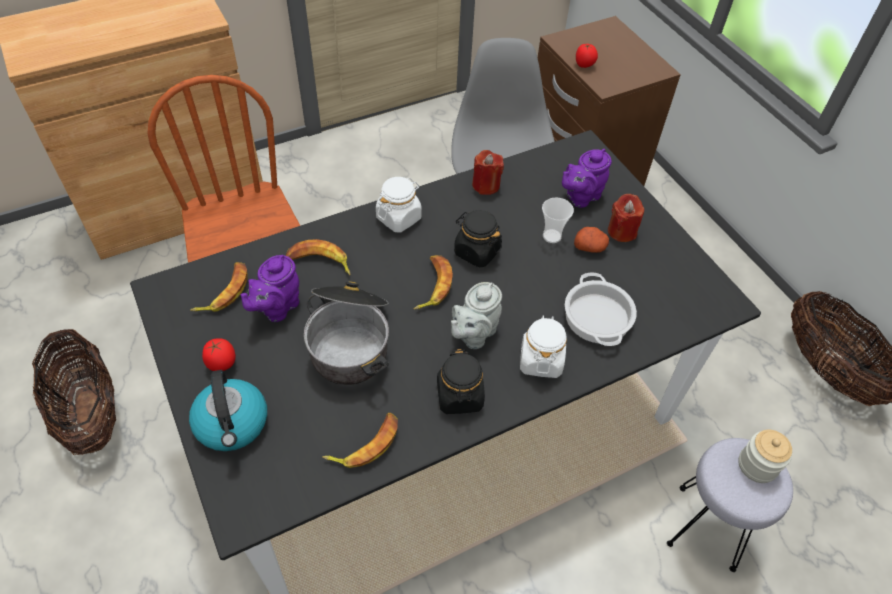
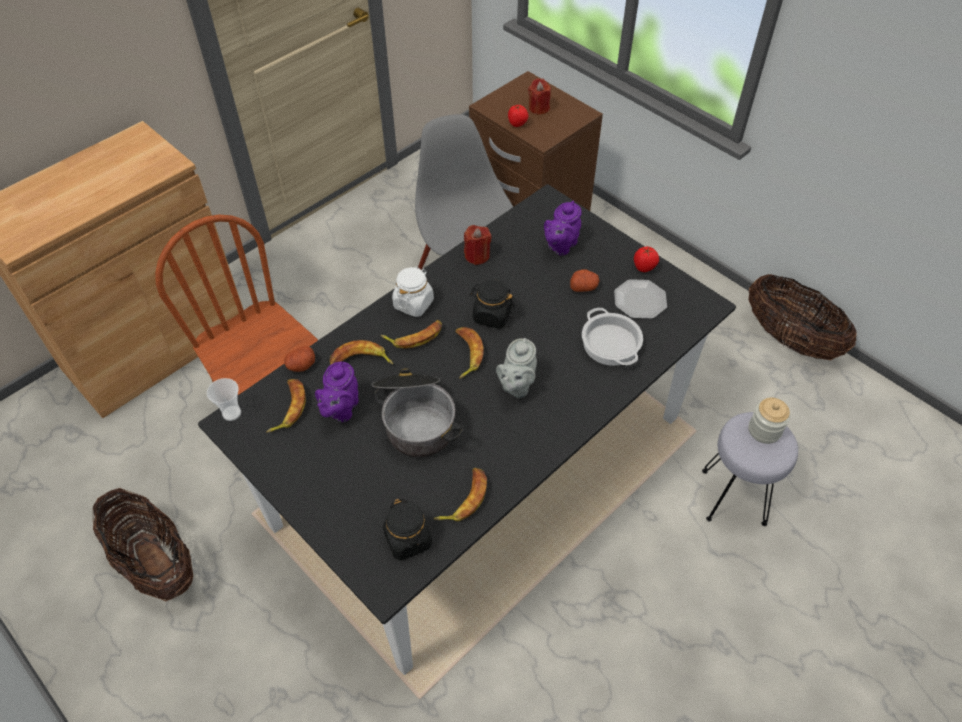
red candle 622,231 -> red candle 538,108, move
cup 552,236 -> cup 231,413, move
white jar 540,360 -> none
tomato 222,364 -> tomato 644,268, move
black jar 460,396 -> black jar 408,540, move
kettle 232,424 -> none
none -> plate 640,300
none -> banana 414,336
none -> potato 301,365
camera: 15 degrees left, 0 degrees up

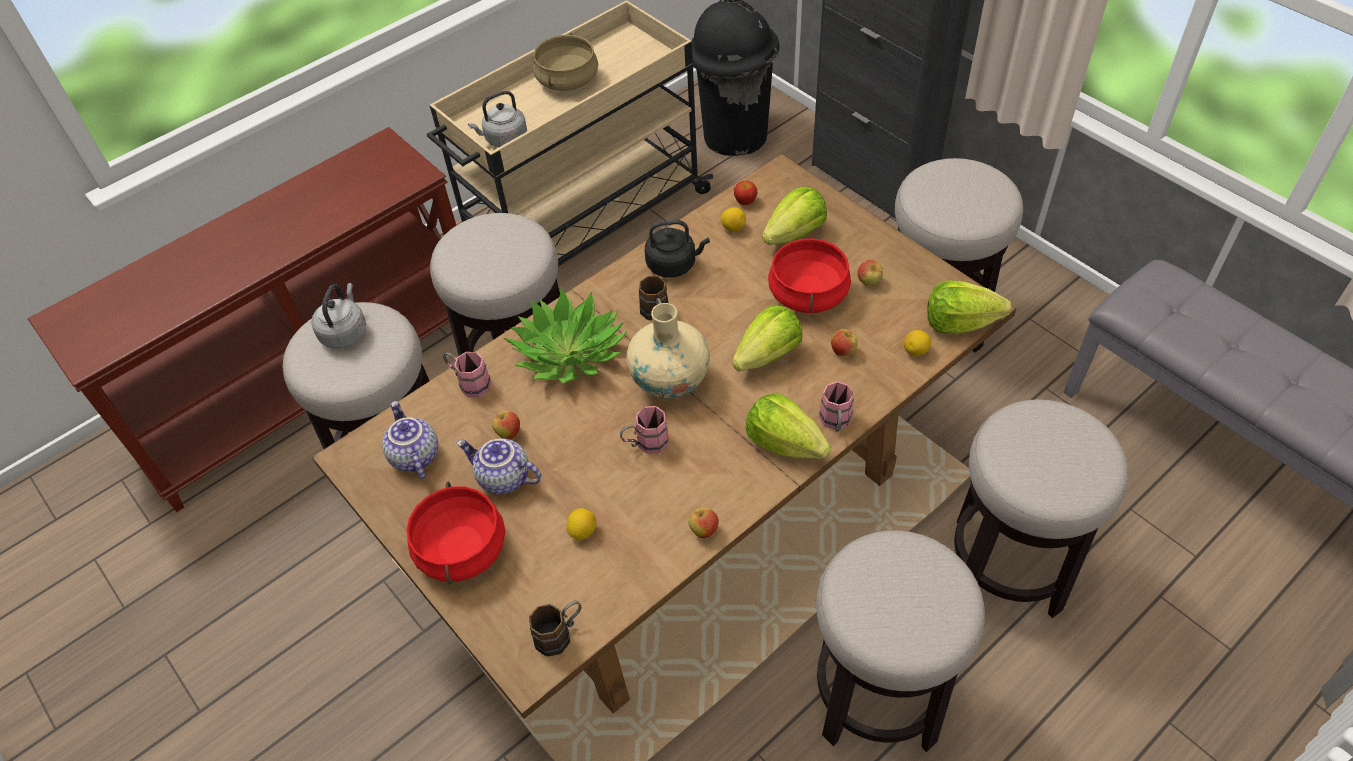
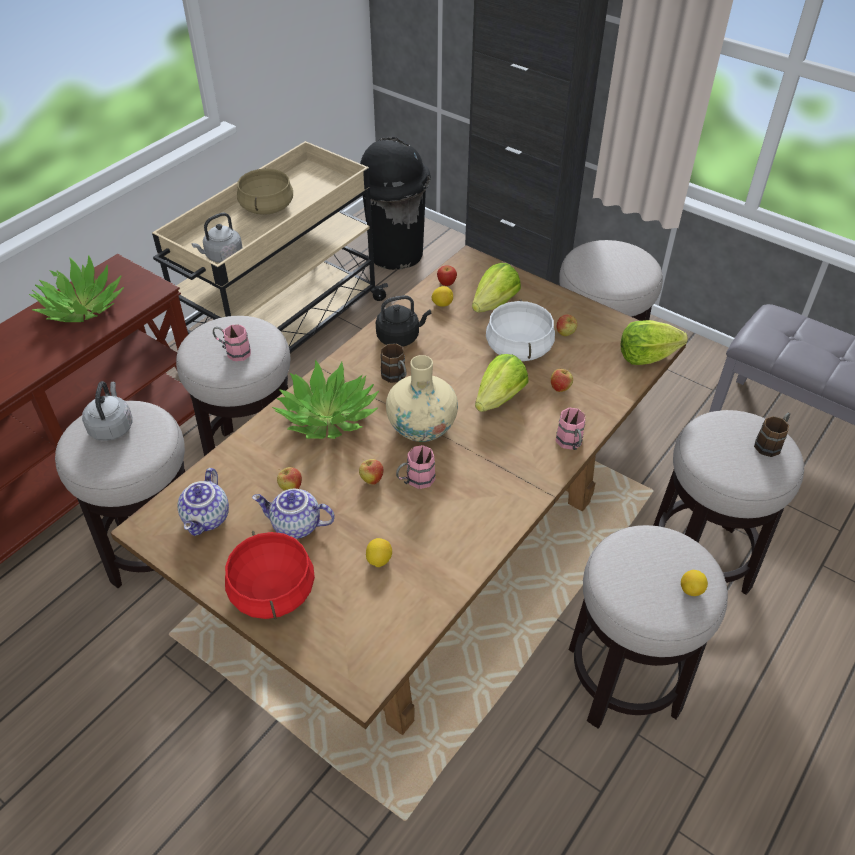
red cooking pot 809,294 -> white cooking pot 519,348
lemon 916,351 -> lemon 691,590, move
pink mug 469,383 -> pink mug 233,352, move
lettuce 784,443 -> none
teapot 413,456 -> teapot 207,518, 135 degrees counterclockwise
apple 703,530 -> apple 371,479, move
brown mug 560,634 -> brown mug 771,443, move
none -> potted plant 82,307
camera: 15 degrees left, 5 degrees down

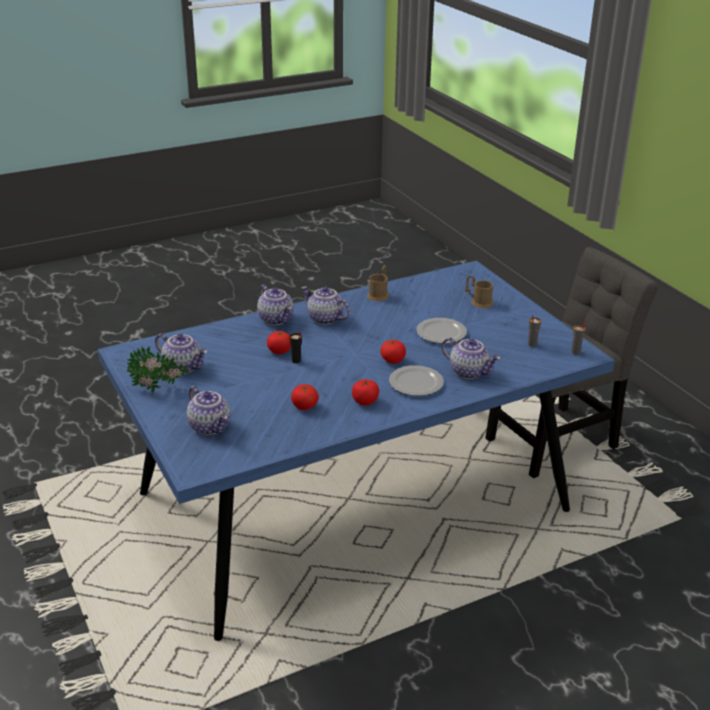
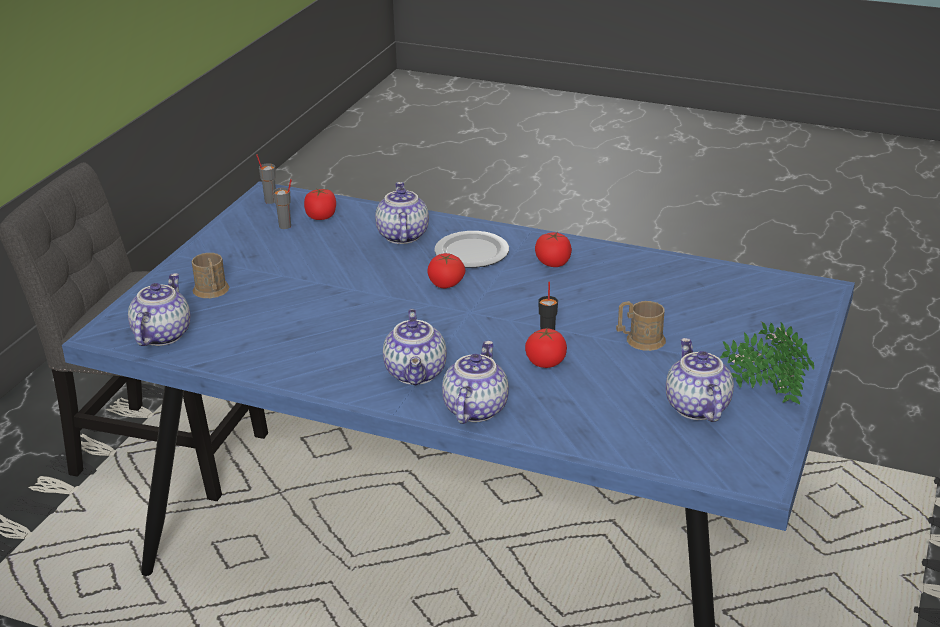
brown mug 379,294 -> brown mug 640,340, move
plate 440,332 -> none
tomato 304,406 -> tomato 321,216, move
teapot 211,427 -> teapot 161,335, move
camera: 130 degrees left, 0 degrees up

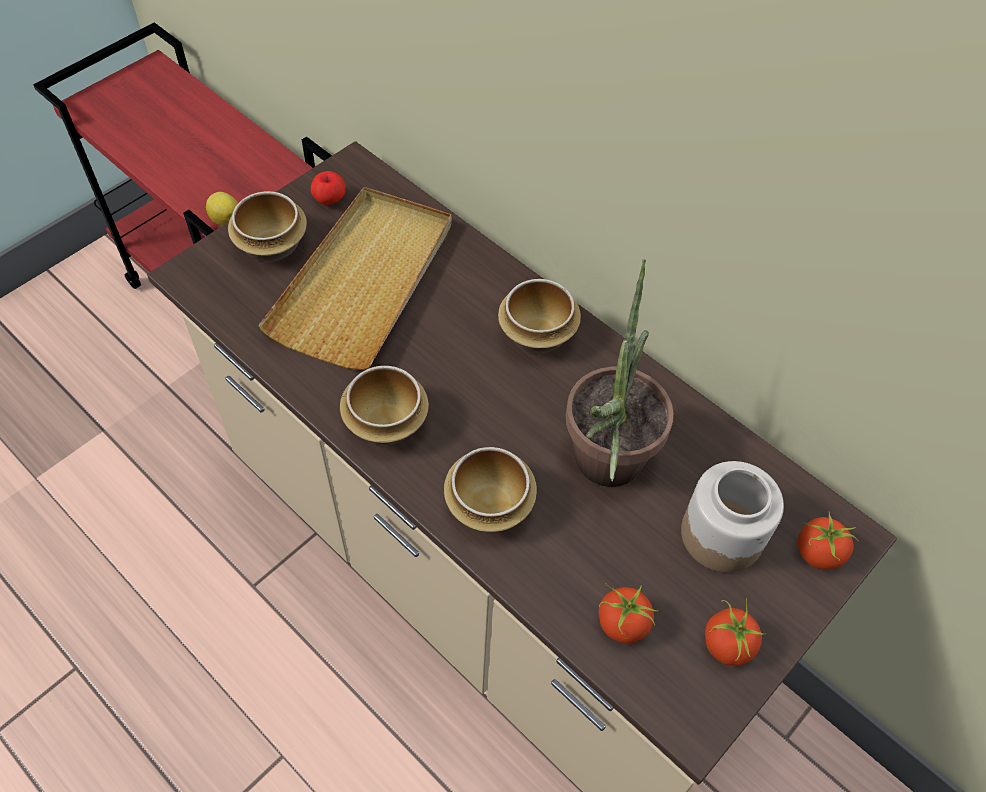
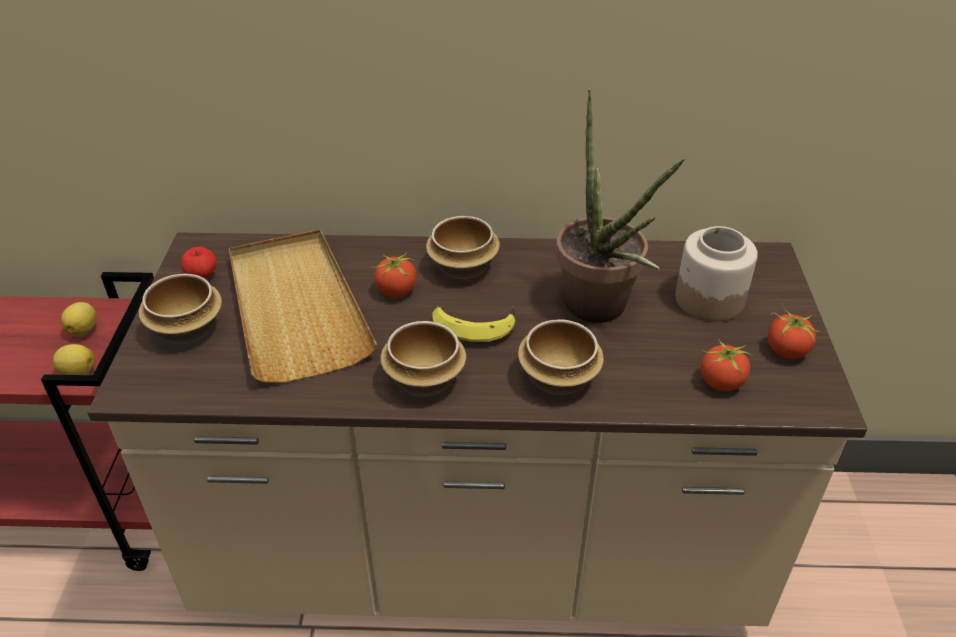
tomato 817,553 -> tomato 396,292, move
none -> lemon 84,330
none -> banana 474,325
camera: 40 degrees left, 15 degrees down

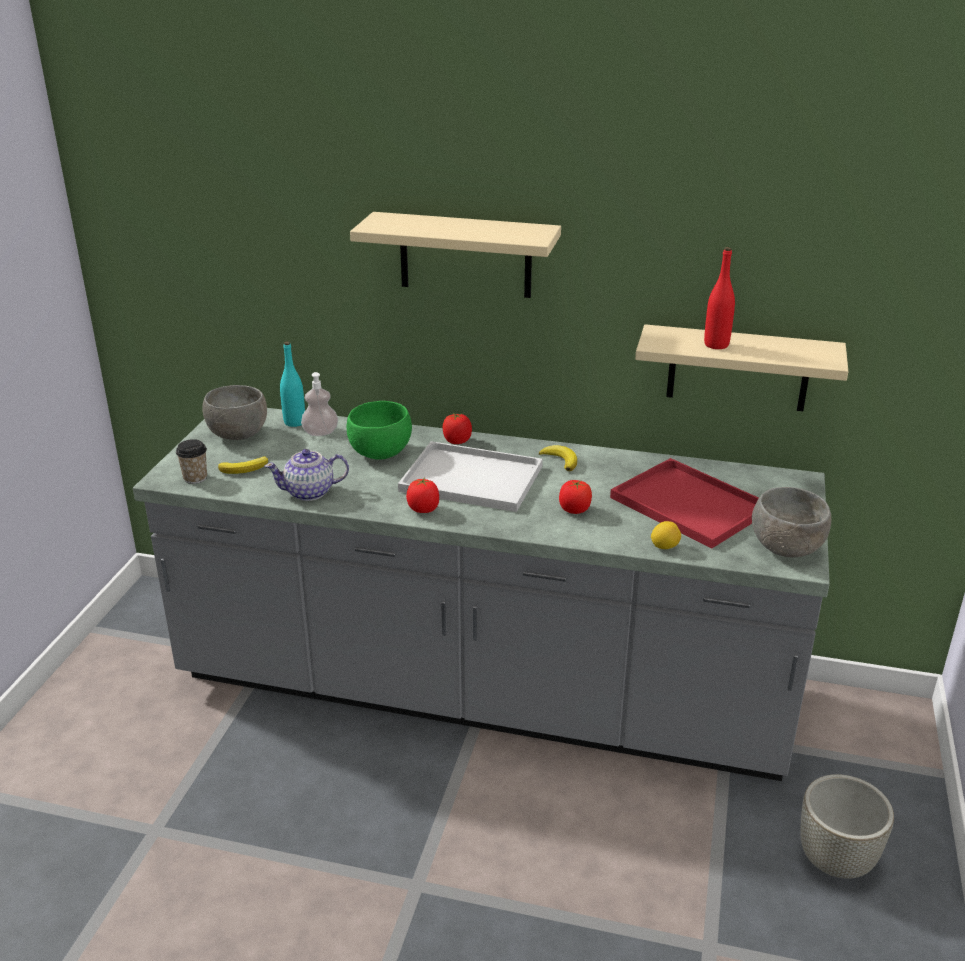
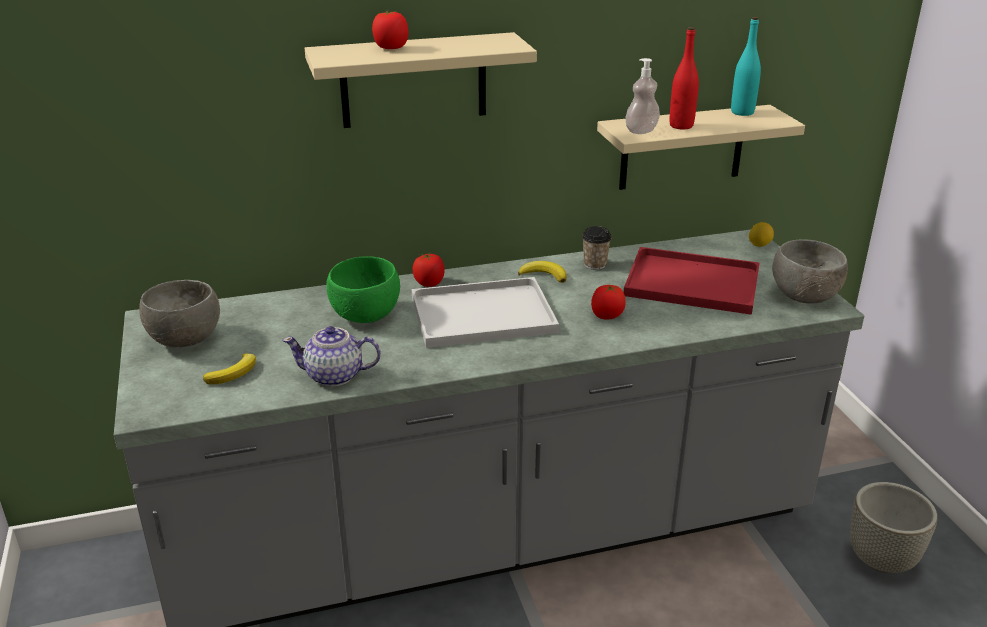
turquoise bottle 294,422 -> turquoise bottle 742,112, move
soap dispenser 320,433 -> soap dispenser 641,131, move
cup 195,478 -> cup 595,264, move
teapot 310,492 -> teapot 335,376, 45 degrees clockwise
tomato 423,509 -> tomato 391,48, move
lemon 664,546 -> lemon 759,245, move
camera: 30 degrees left, 0 degrees up

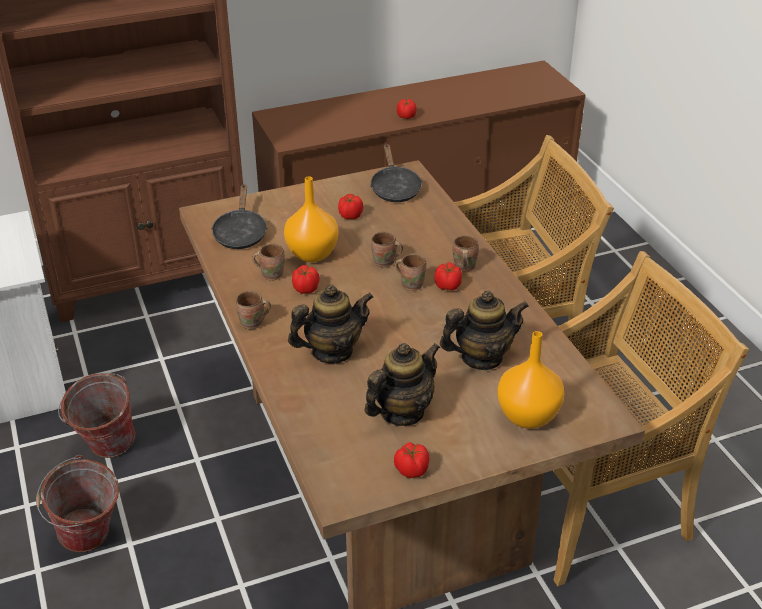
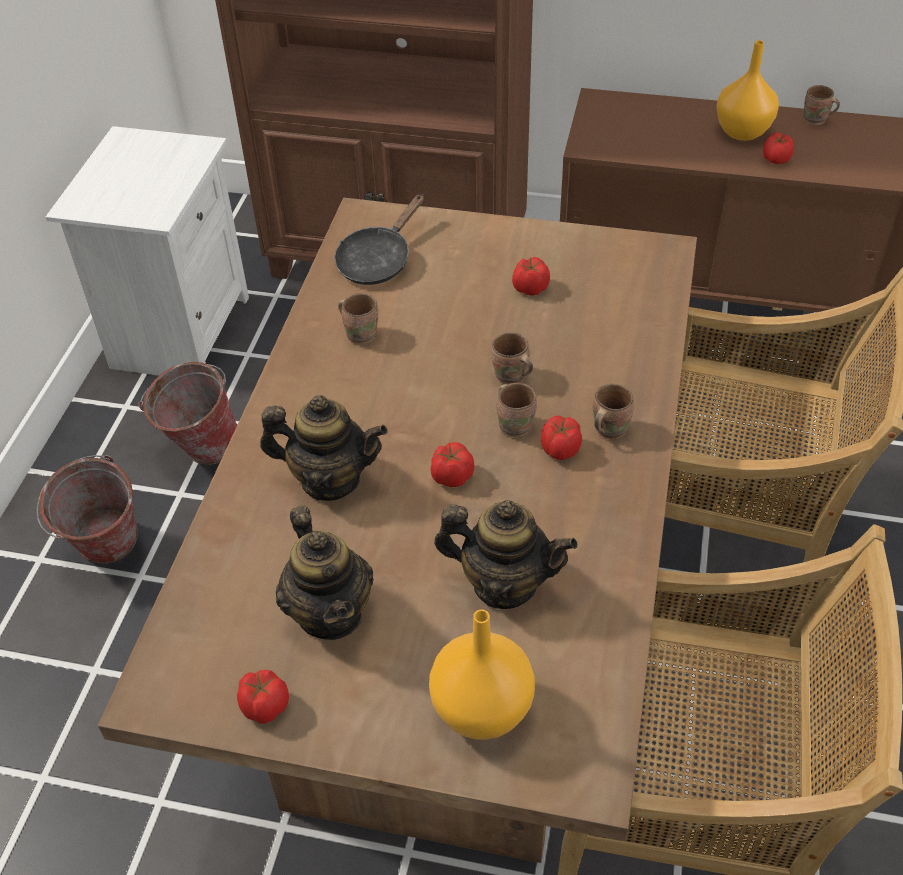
black frying pan 394,188 -> none
orange vase 312,255 -> orange vase 741,132, move
tomato 305,289 -> tomato 451,477, move
brown mug 253,324 -> brown mug 815,121, move
teapot 401,412 -> teapot 330,613, 75 degrees clockwise
camera: 35 degrees right, 10 degrees up

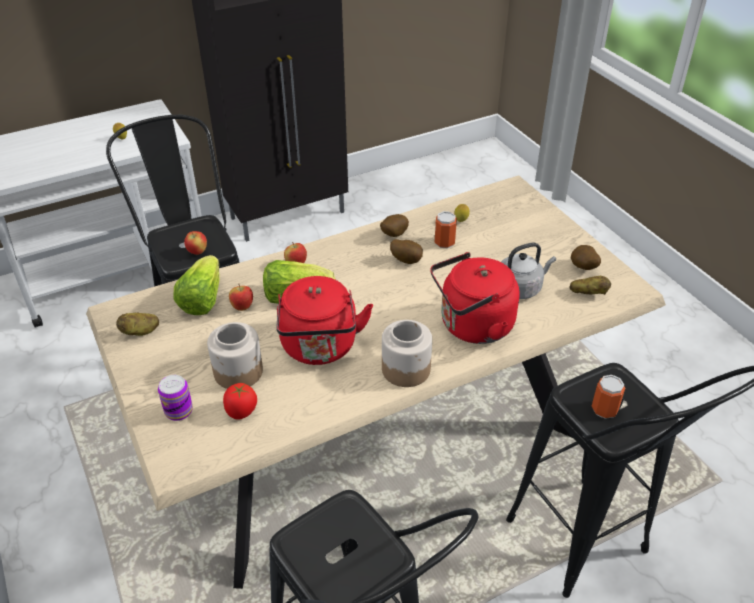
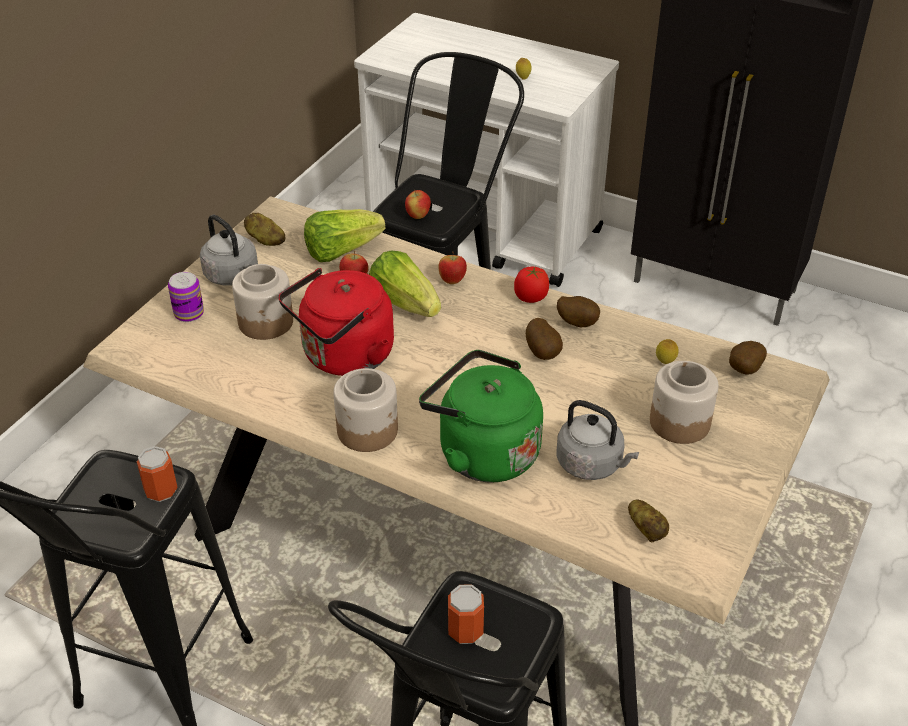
can 444,242 -> can 161,491, move
potato 583,268 -> potato 743,370, move
red kettle 472,326 -> green kettle 482,452
tomato 241,412 -> tomato 530,298, move
none -> grey kettle 233,276
none -> jar 679,422
camera: 55 degrees right, 0 degrees up

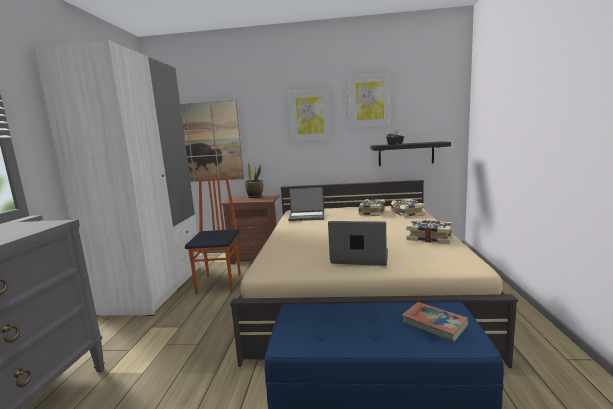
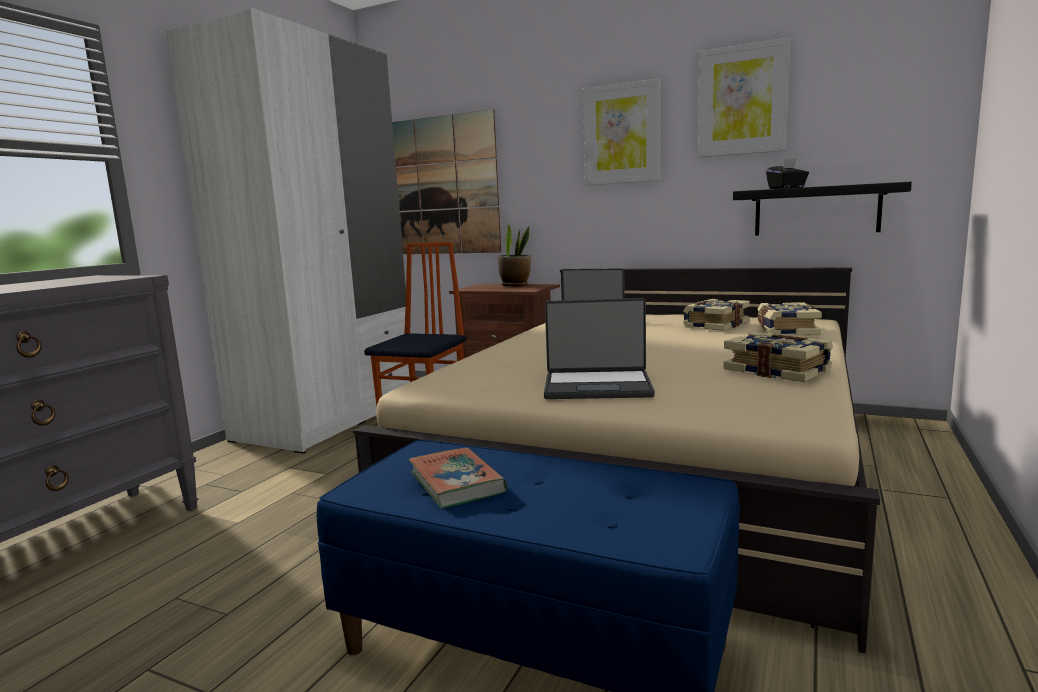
laptop 359,258 -> laptop 597,386, 150 degrees clockwise
book 434,324 -> book 456,483, move
camera: 20 degrees right, 0 degrees up

